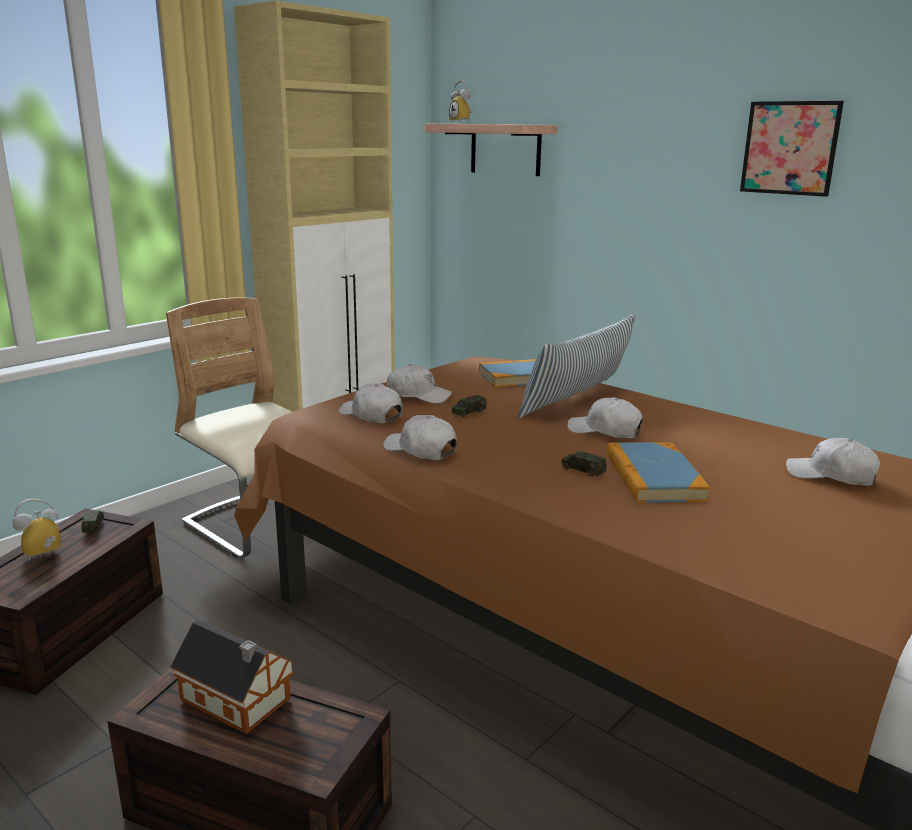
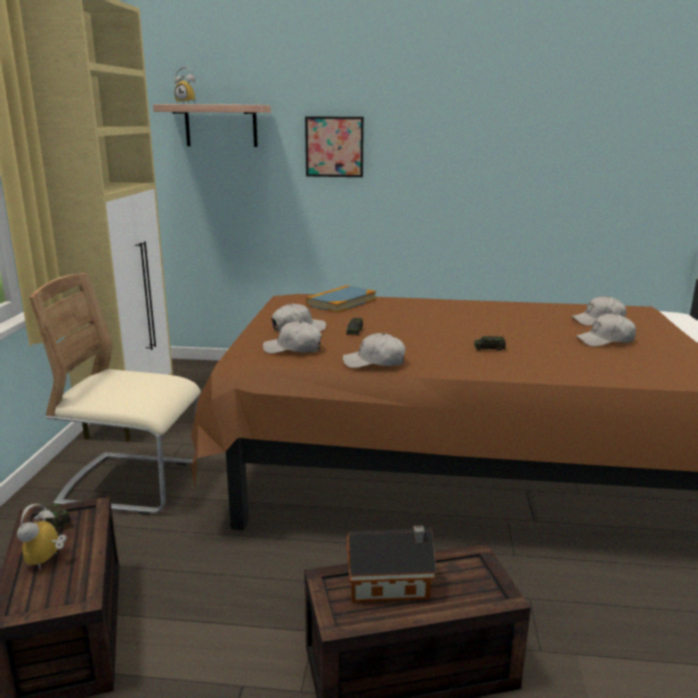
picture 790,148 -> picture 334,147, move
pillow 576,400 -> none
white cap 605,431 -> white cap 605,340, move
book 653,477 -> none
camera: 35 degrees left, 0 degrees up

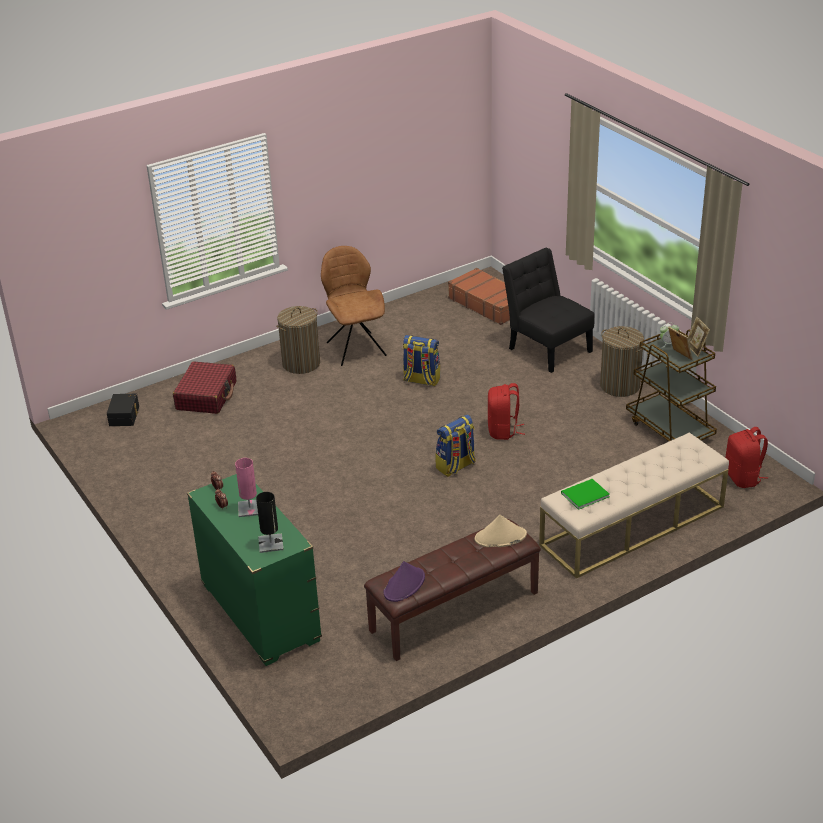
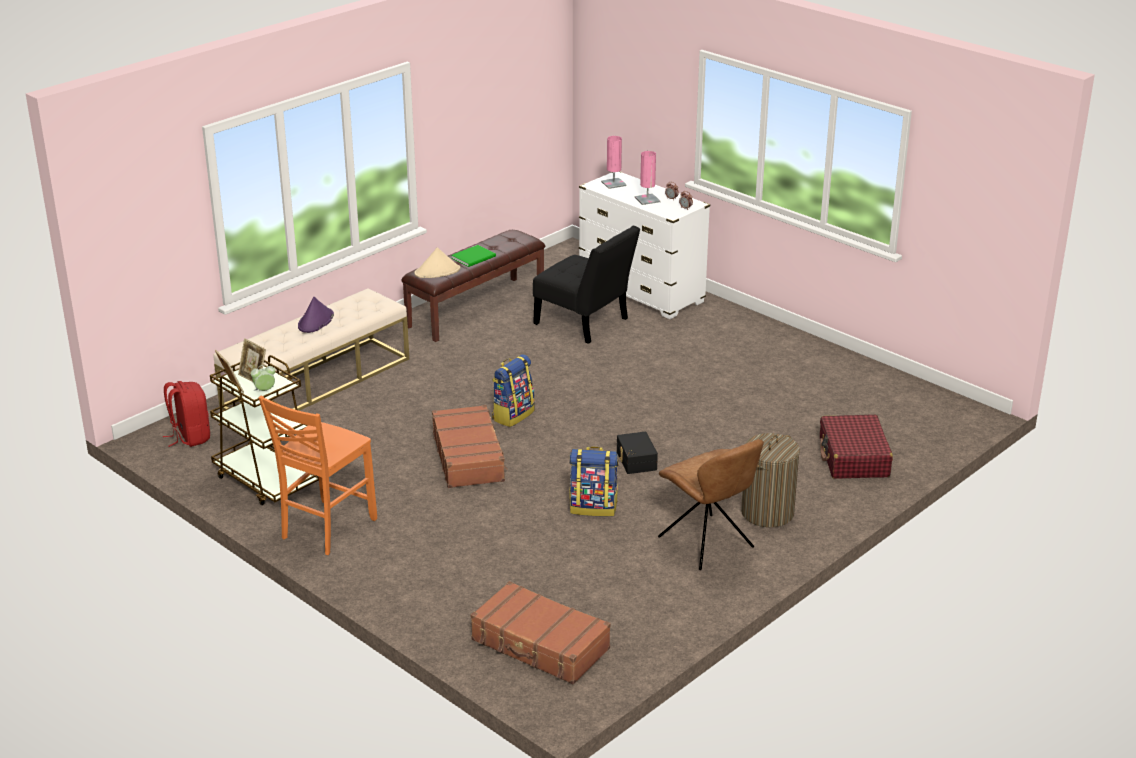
black chair 547,348 -> black chair 585,323, move
laundry basket 620,386 -> orange chair 326,529
red backpack 503,431 -> brown suitcase 469,457
black storage box 125,416 -> black storage box 635,461, move
green dresser 260,613 -> white dresser 641,292
green book 583,495 -> green book 475,257, move
black table lamp 270,543 -> pink table lamp 613,183
purple hat 404,585 -> purple hat 316,321, move
camera: 165 degrees right, 5 degrees down

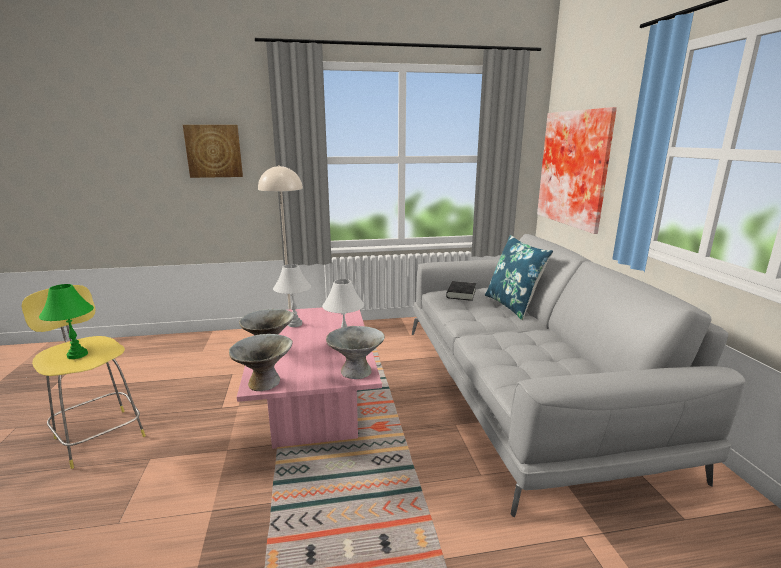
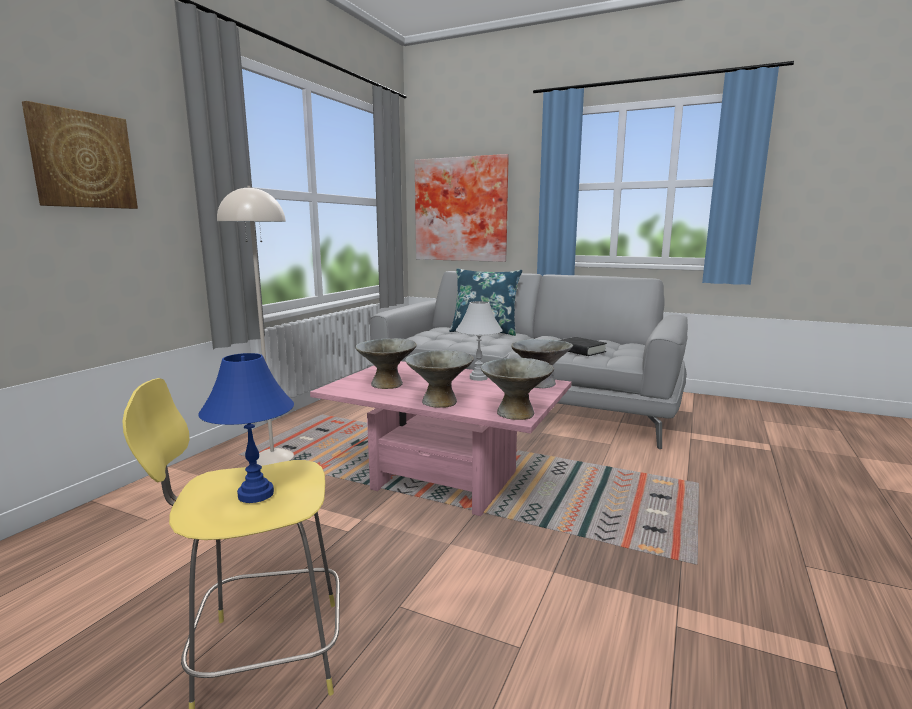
white table lamp 295,324 -> grey bowl 387,384
black book 461,294 -> black book 580,350, move
green table lamp 78,355 -> blue table lamp 255,494
camera: 55 degrees left, 5 degrees down

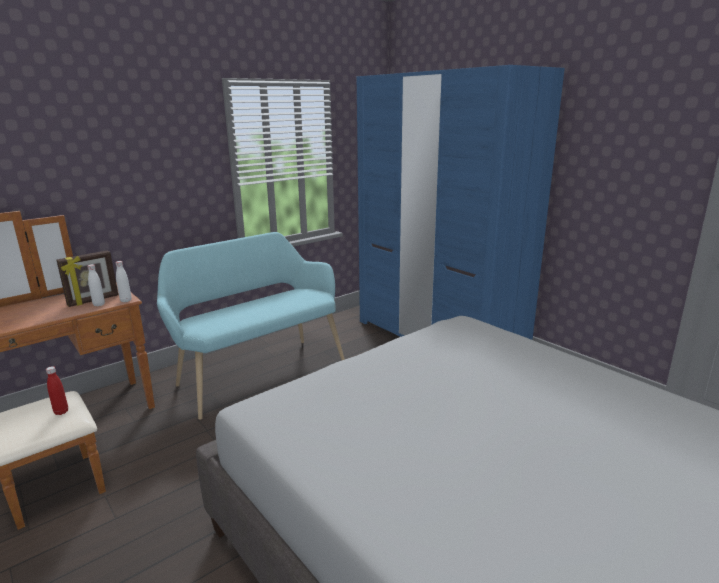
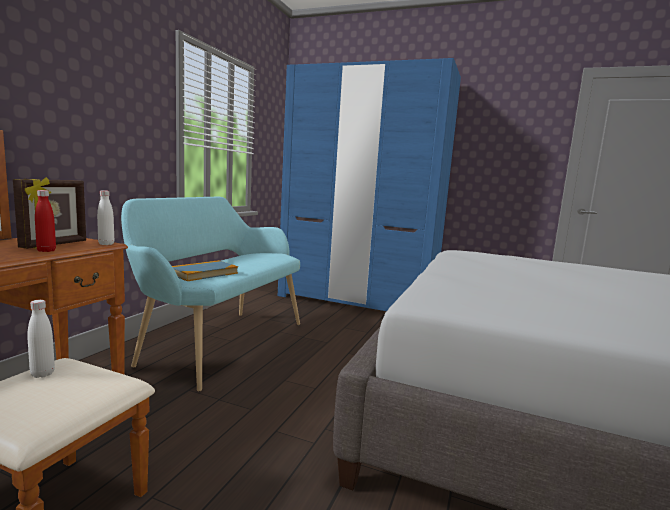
white bottle 99,304 -> white bottle 42,374, move
red bottle 61,412 -> red bottle 46,250, move
none -> book 203,273
camera: 30 degrees left, 10 degrees down

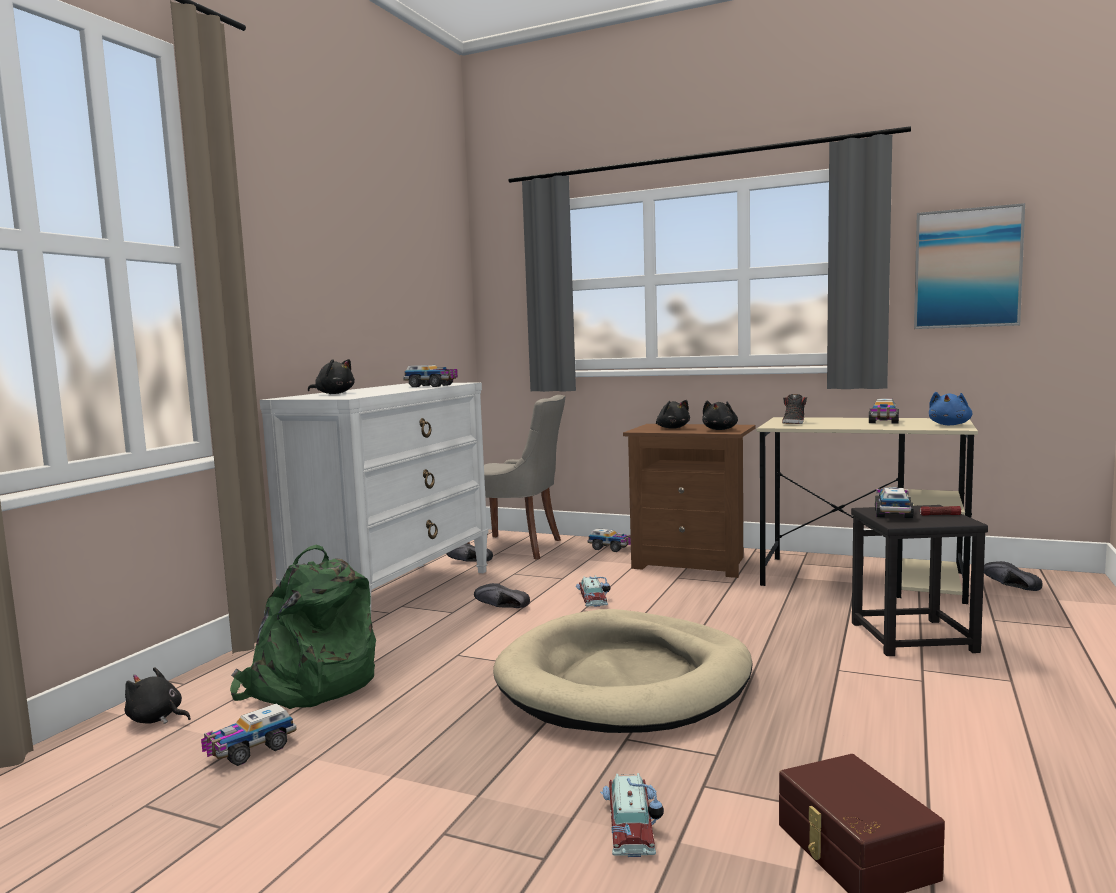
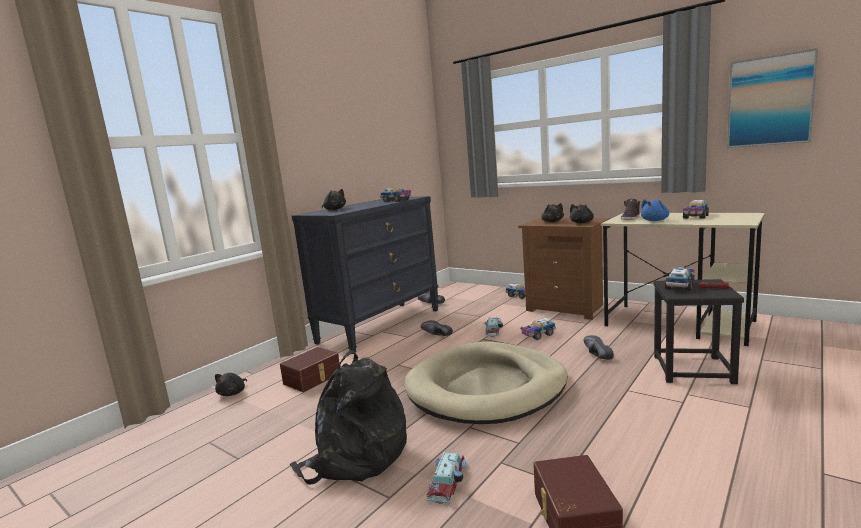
white dresser 395,597 -> black dresser 380,325
blue plush toy 950,425 -> blue plush toy 655,220, move
grey chair 517,547 -> none
green backpack 310,685 -> brown storage box 313,378
black shoe 1008,587 -> black shoe 594,355, move
black plush toy 157,719 -> black plush toy 233,393, 105 degrees counterclockwise
toy truck 249,750 -> toy truck 537,335, move
none -> black backpack 356,456
camera: 15 degrees right, 5 degrees up

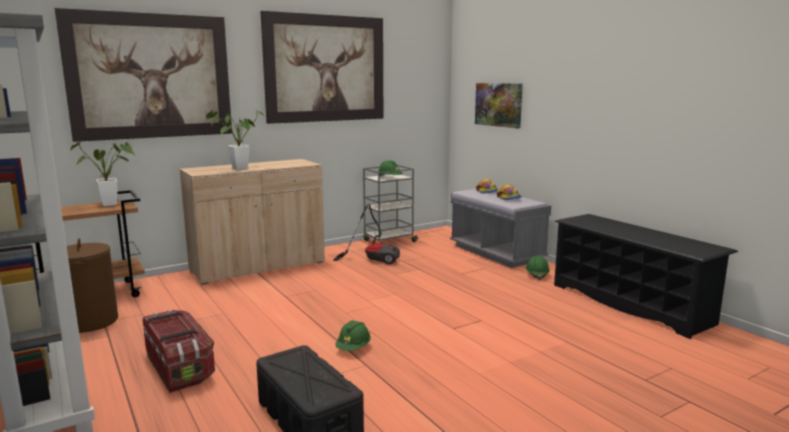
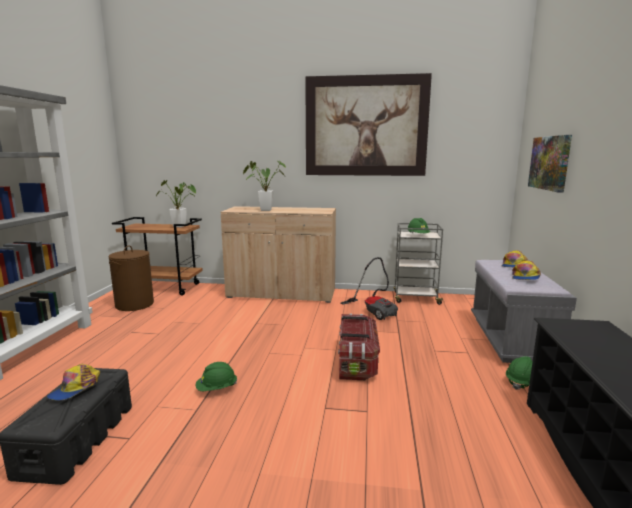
picture 151,76 -> none
storage box 179,367 -> storage box 356,361, move
none -> cap 75,389
camera: 40 degrees right, 0 degrees up

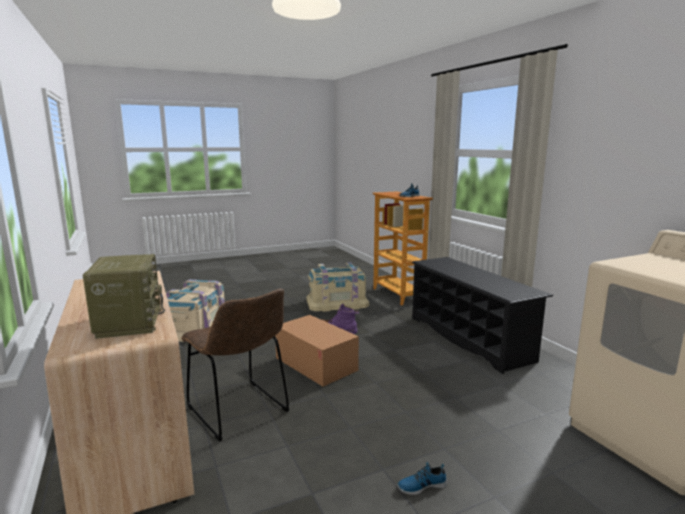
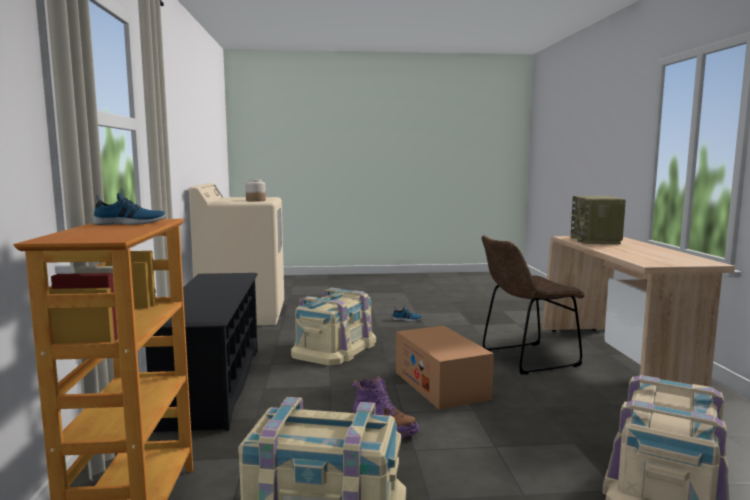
brown chair 240,412 -> brown chair 525,359, 90 degrees counterclockwise
none -> jar 255,200
none -> beige storage box 334,348
camera: 160 degrees left, 5 degrees down

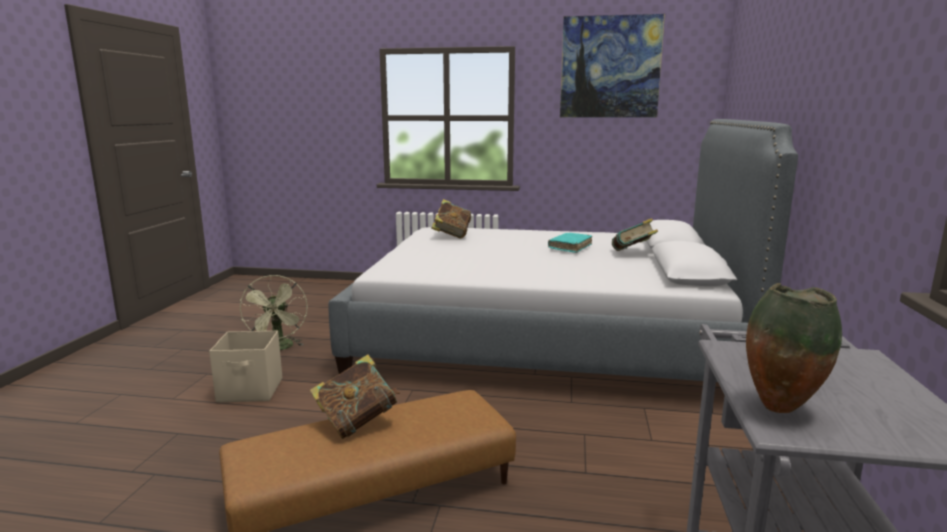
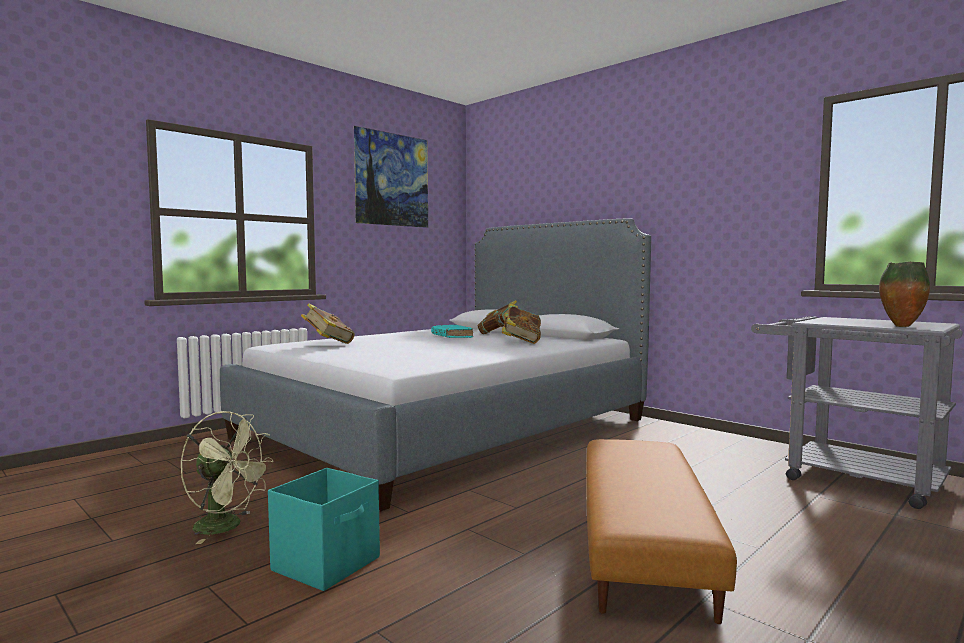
beige storage box 251,390 -> turquoise storage box 328,564
book 357,423 -> book 521,342, move
camera: 55 degrees left, 10 degrees down

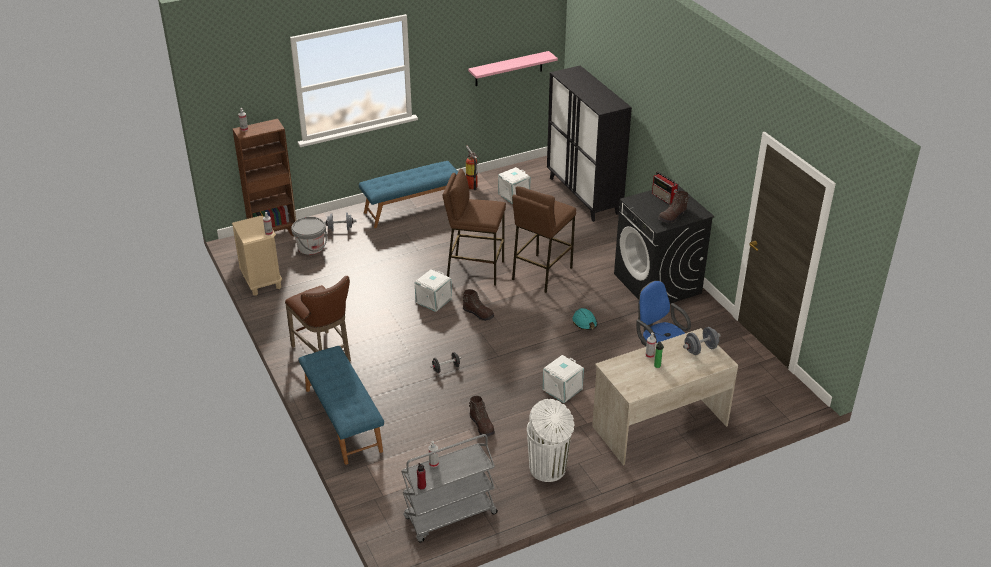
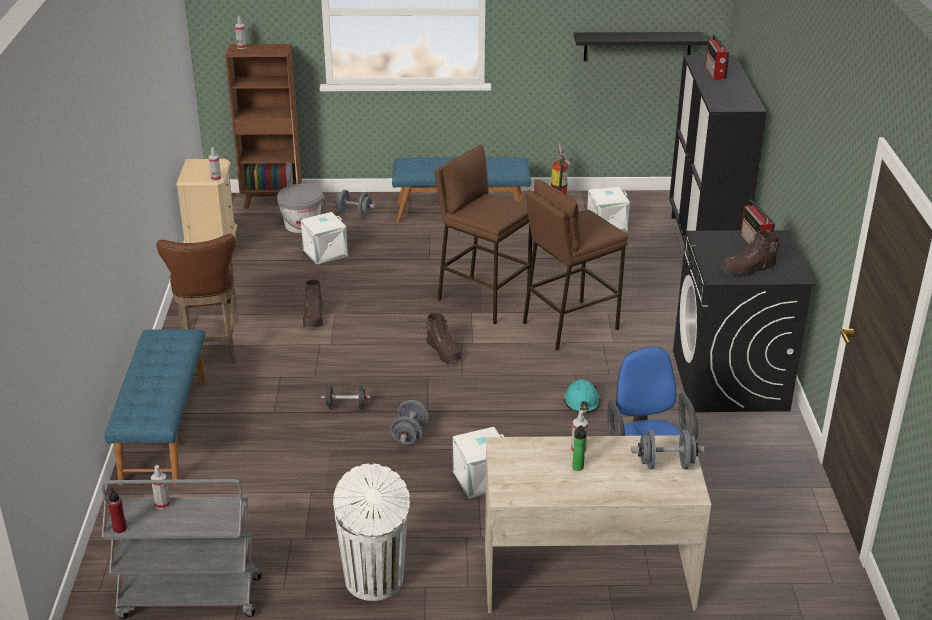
pink shelf 509,69 -> black shelf 637,46
white storage box 434,301 -> white storage box 325,253, move
brown boot 482,425 -> brown boot 313,318, move
none -> radio 715,73
none -> grey dumbbell 410,434
camera: 25 degrees right, 5 degrees down

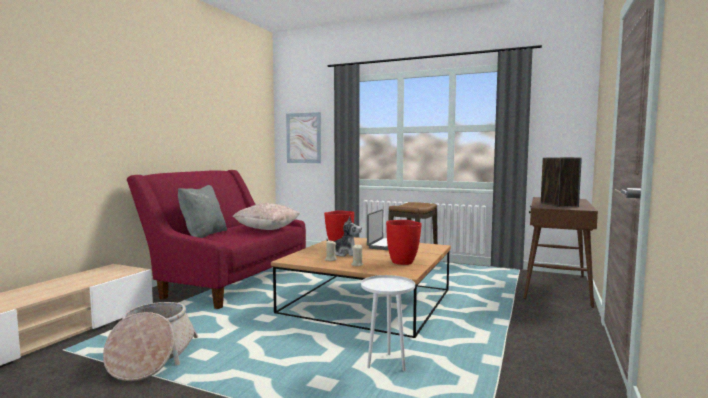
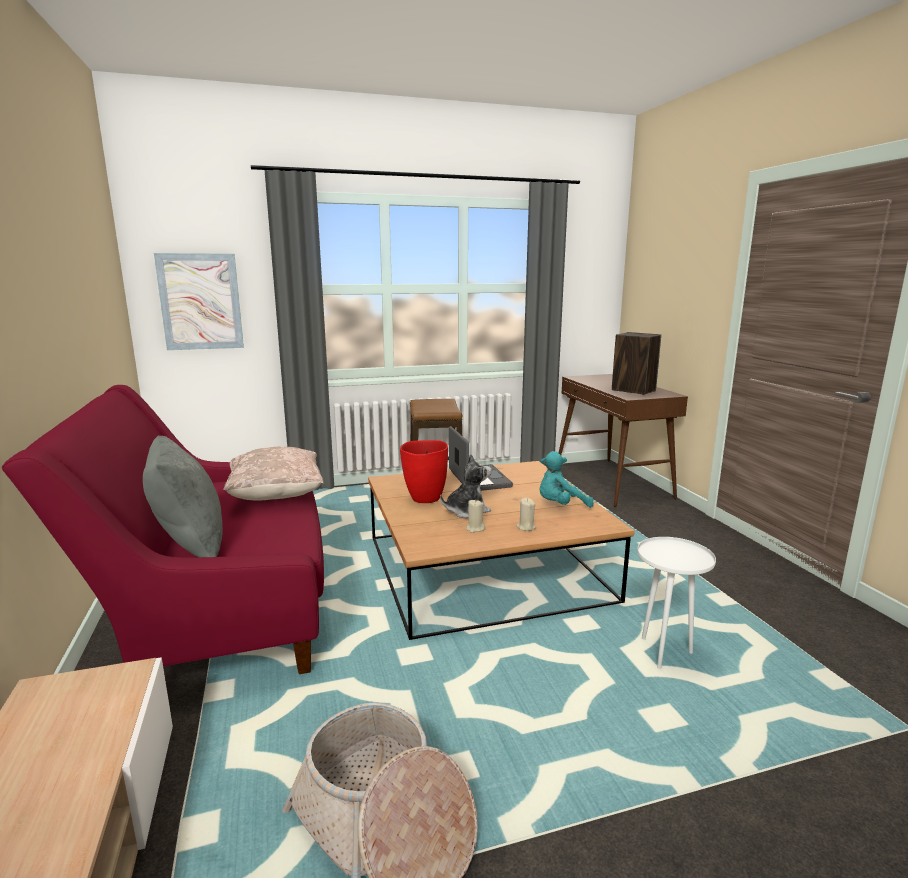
red vase 403,262 -> turquoise plush toy 560,505
camera: 40 degrees left, 10 degrees up

